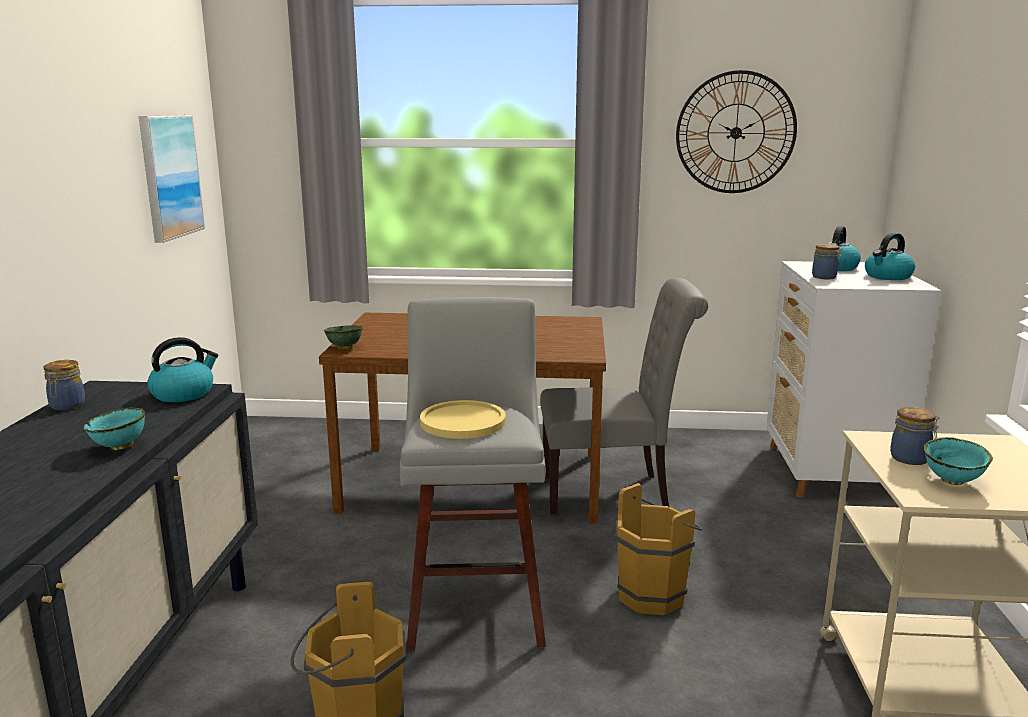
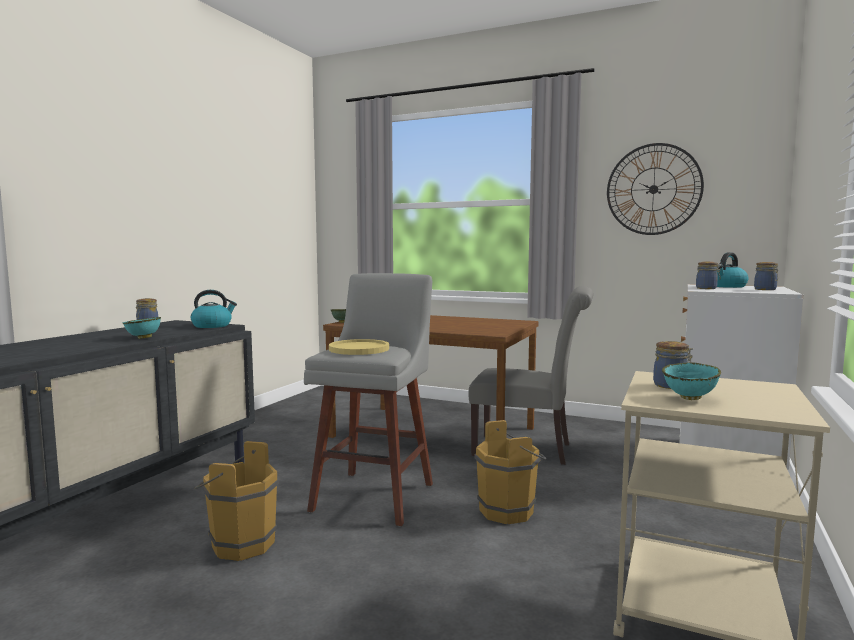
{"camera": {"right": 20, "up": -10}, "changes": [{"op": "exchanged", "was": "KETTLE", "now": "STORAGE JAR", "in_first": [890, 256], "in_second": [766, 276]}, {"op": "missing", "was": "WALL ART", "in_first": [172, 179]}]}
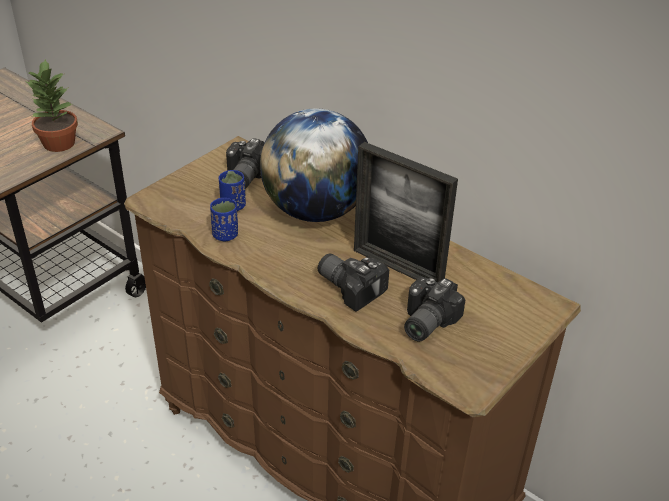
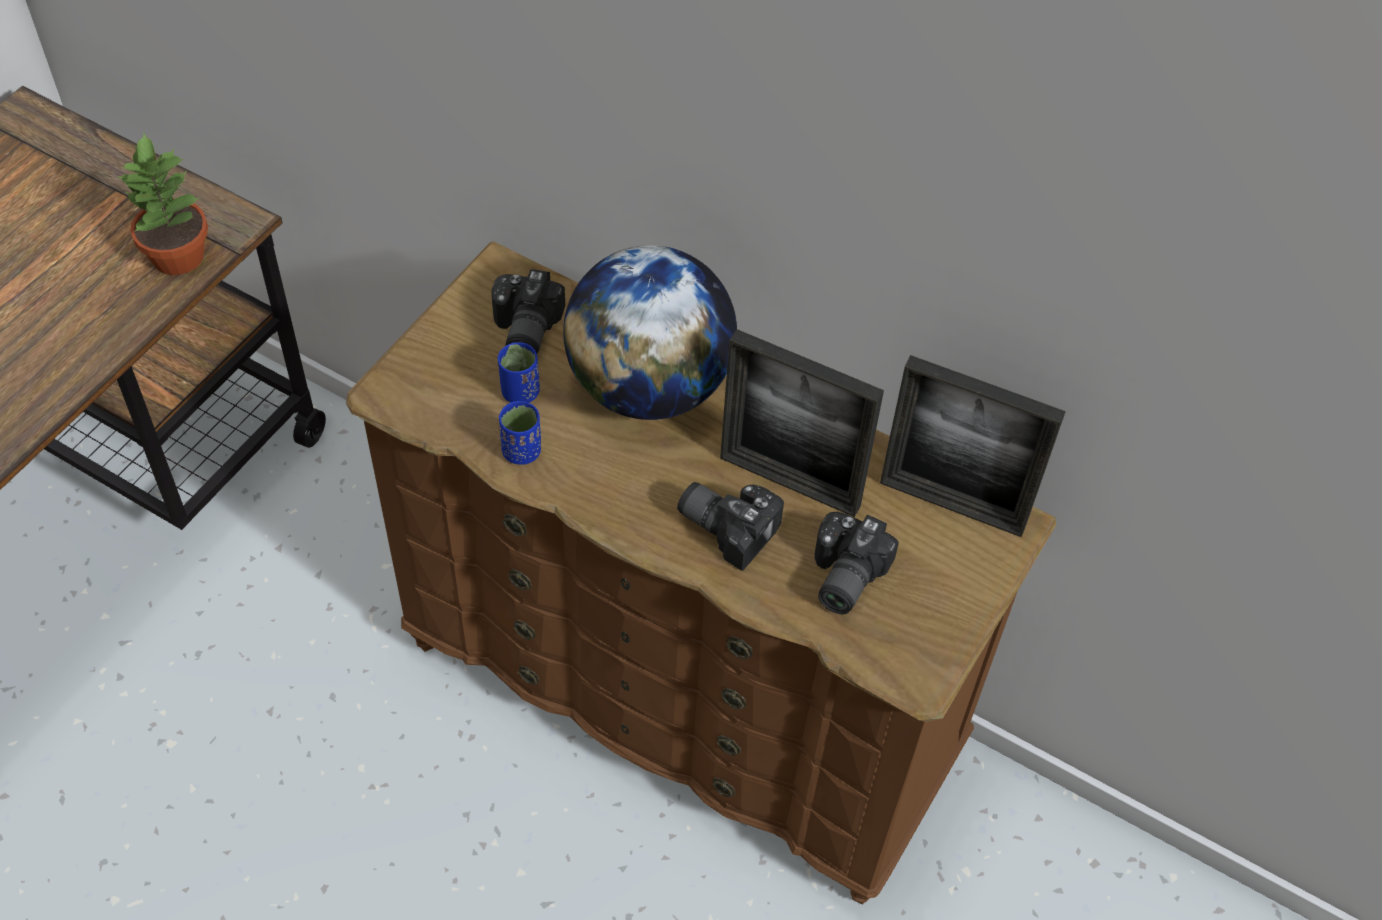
{"camera": {"right": -10, "up": 15}, "changes": [{"op": "appeared", "now": "PICTURE FRAME", "in_second": [973, 446]}]}
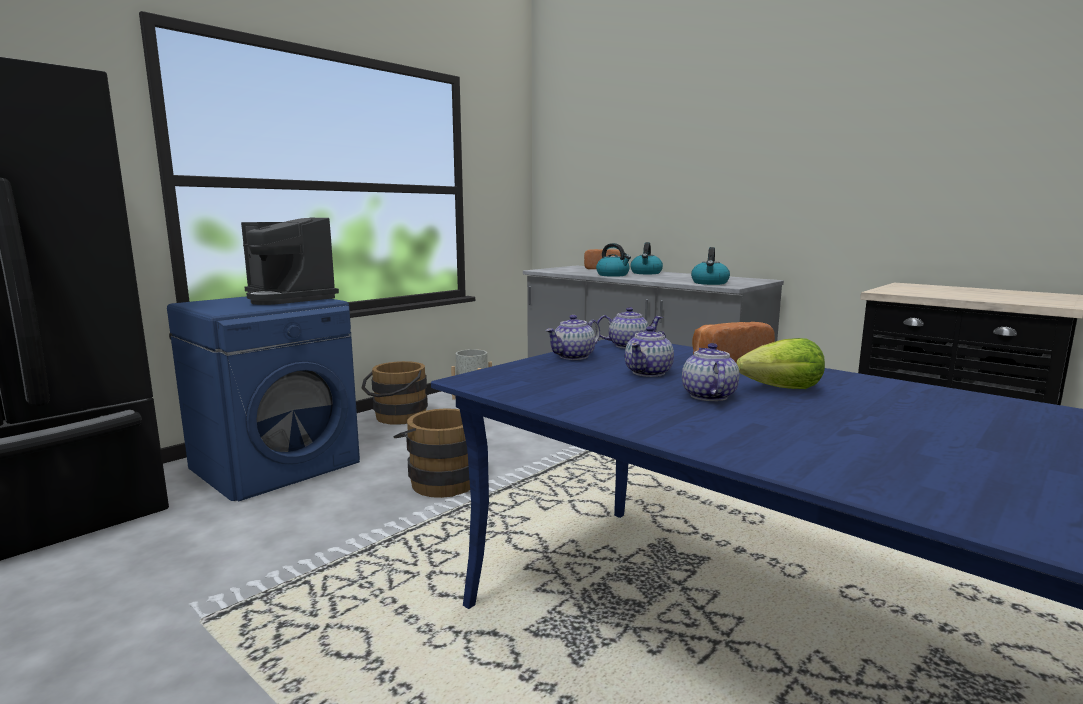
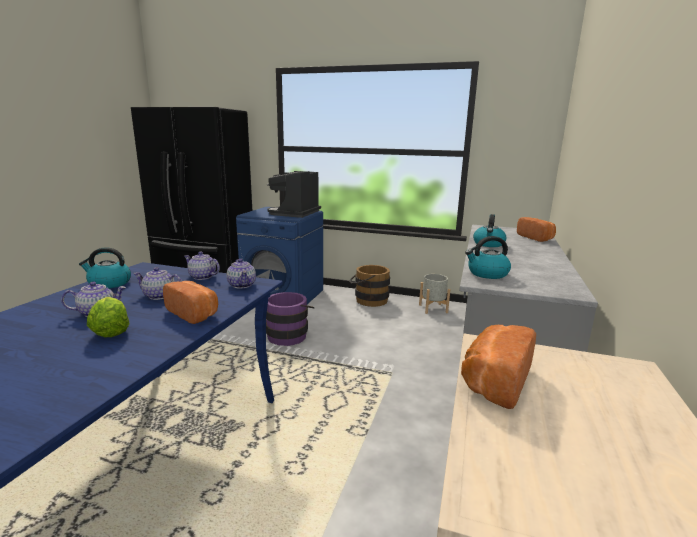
{"camera": {"right": 65, "up": 5}, "changes": [{"op": "relocated", "was": "KETTLE", "in_first": [646, 258], "in_second": [105, 267]}, {"op": "colour", "was": "BROWN BUCKET", "now": "PURPLISH BUCKET", "in_first": [431, 453], "in_second": [290, 319]}, {"op": "appeared", "now": "BAKED BREAD", "in_second": [498, 367]}]}
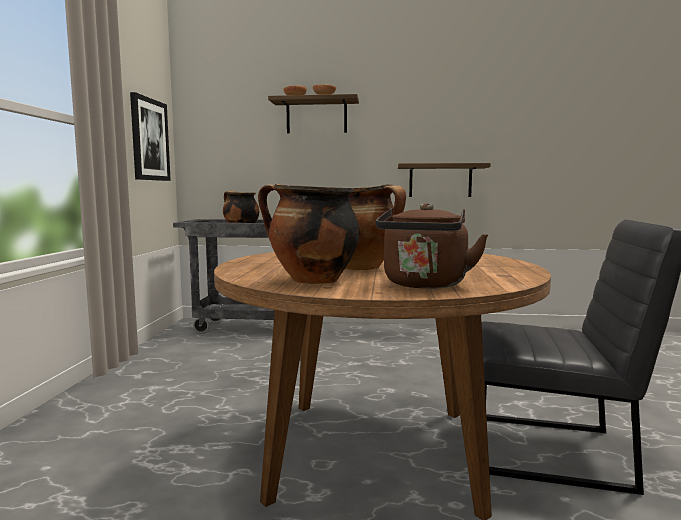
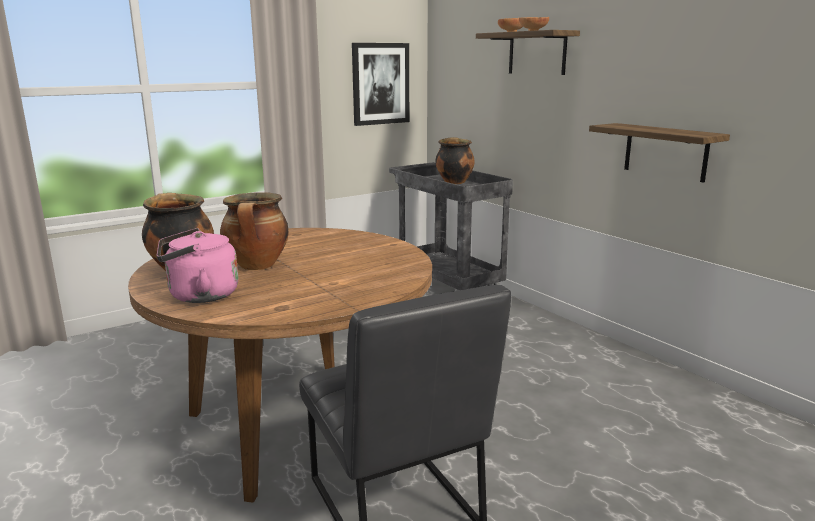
{"camera": {"right": 50, "up": 10}, "changes": [{"op": "colour", "was": "BROWN KETTLE", "now": "PINKISH KETTLE", "in_first": [432, 246], "in_second": [197, 265]}]}
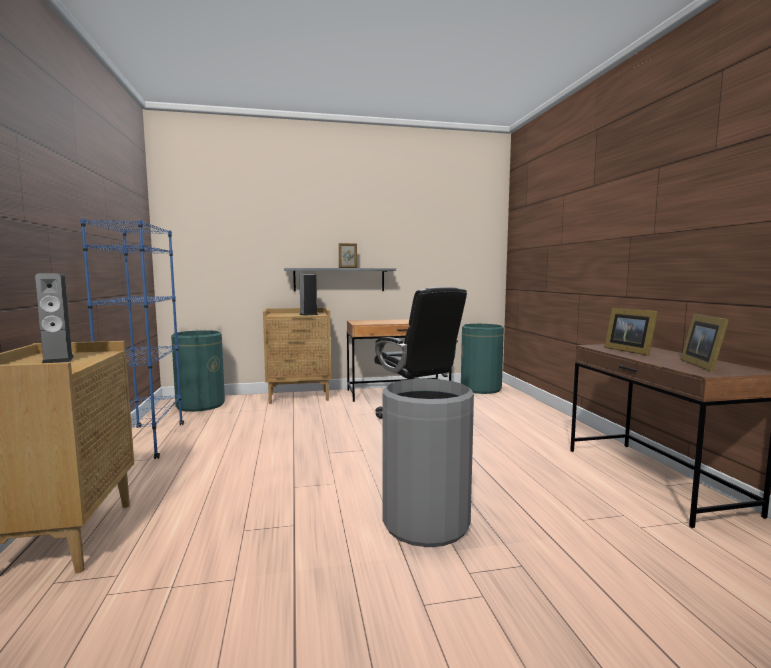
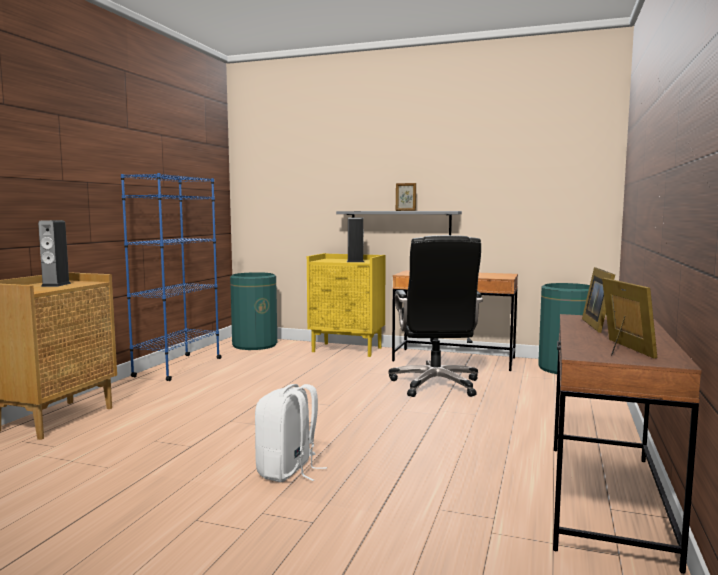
{"camera": {"right": 30, "up": 0}, "changes": [{"op": "exchanged", "was": "GREY WASTE BIN", "now": "WHITE-COLOURED RUCKSACK", "in_first": [428, 463], "in_second": [291, 433]}, {"op": "colour", "was": "BROWN CUPBOARD", "now": "YELLOWISH CUPBOARD", "in_first": [297, 355], "in_second": [346, 305]}, {"op": "spun", "was": "PICTURE FRAME", "in_first": [705, 342], "in_second": [629, 318], "clockwise": 135}]}
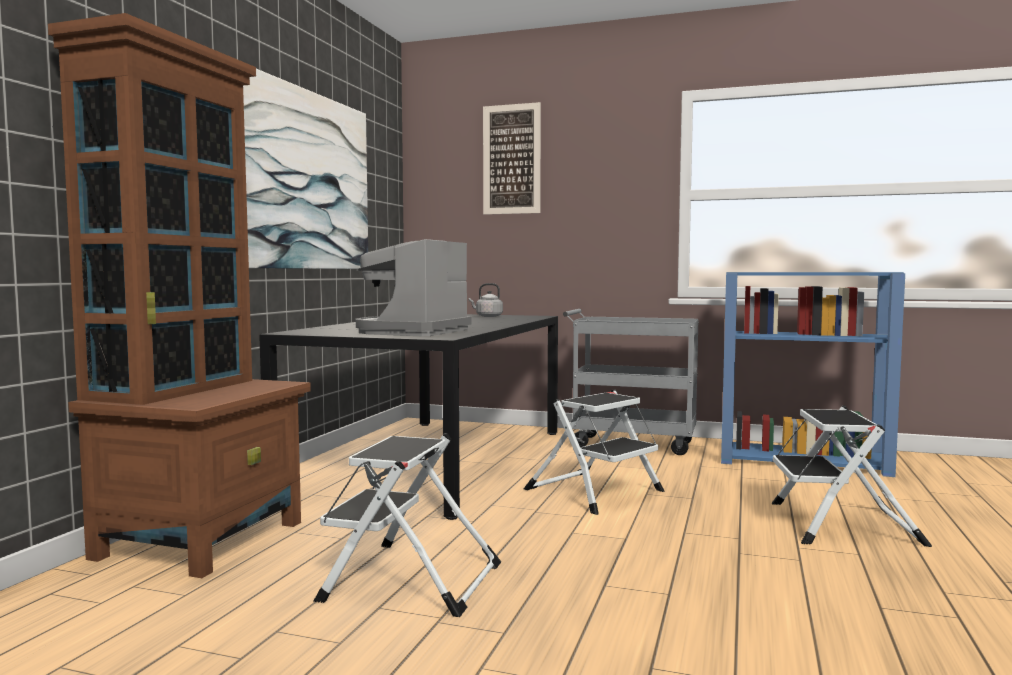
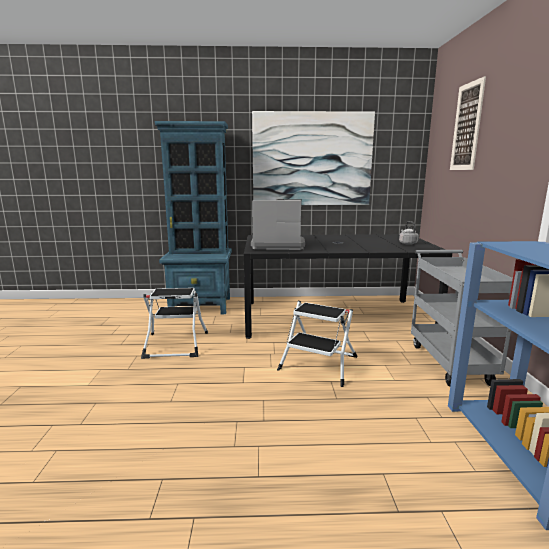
{"camera": {"right": 70, "up": 10}, "changes": [{"op": "colour", "was": "BROWN CUPBOARD", "now": "BLUE CUPBOARD", "in_first": [179, 295], "in_second": [193, 217]}, {"op": "missing", "was": "STEPLADDER", "in_first": [852, 476]}]}
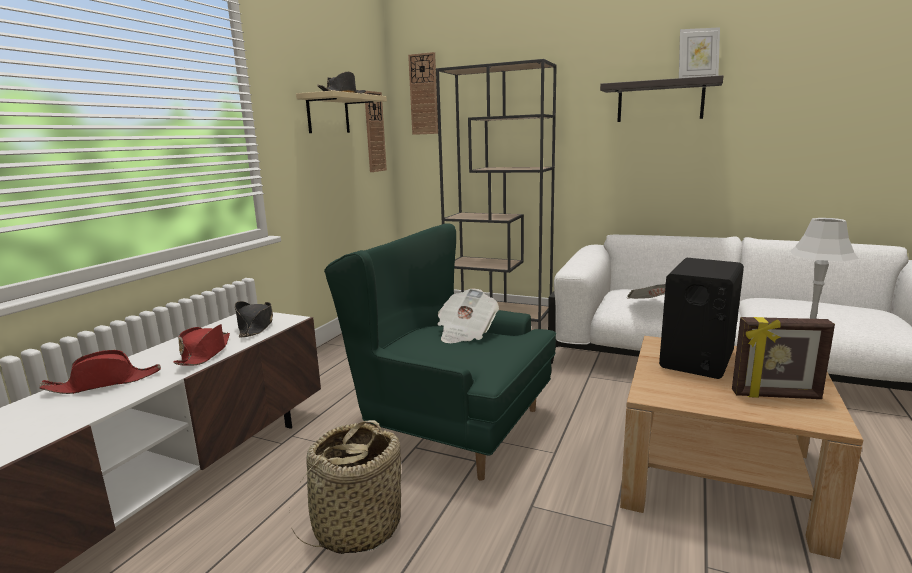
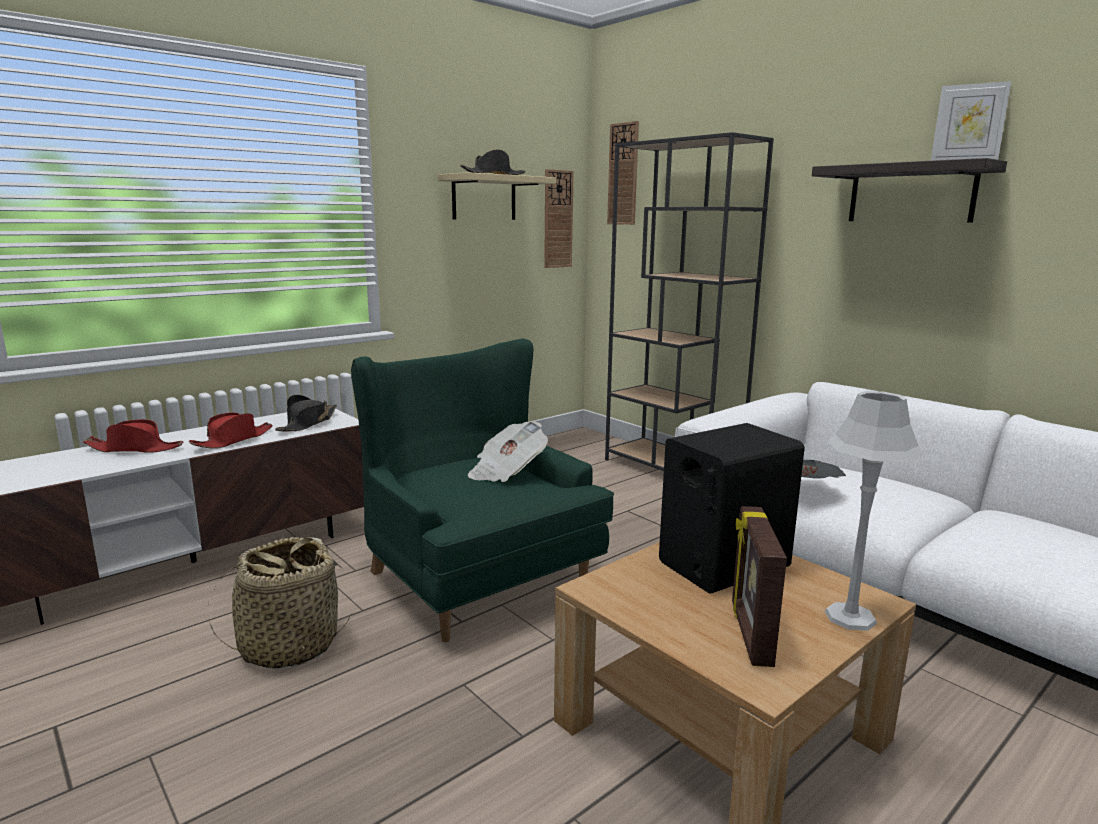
{"camera": {"right": 25, "up": 0}, "changes": [{"op": "spun", "was": "PICTURE FRAME", "in_first": [783, 358], "in_second": [759, 586], "clockwise": 60}]}
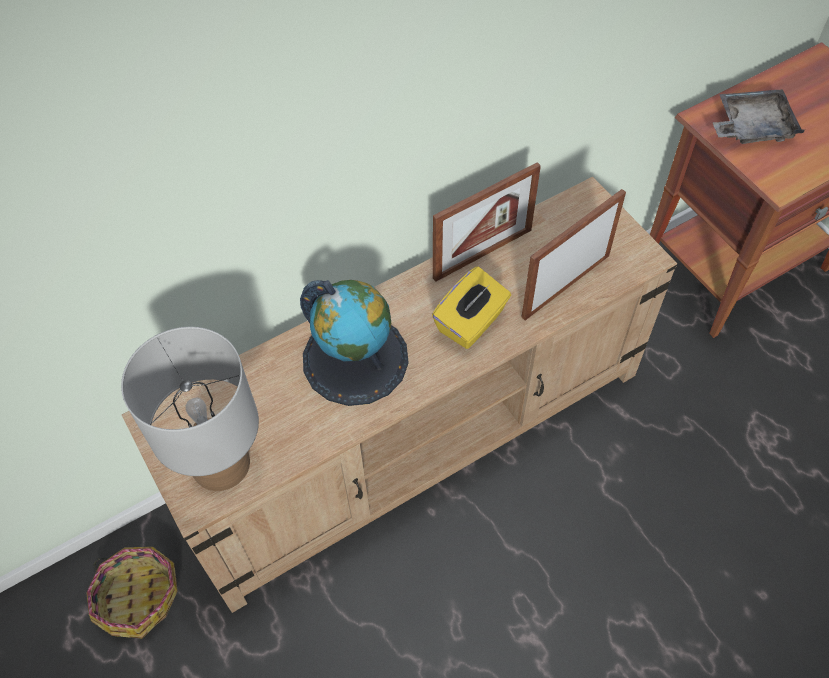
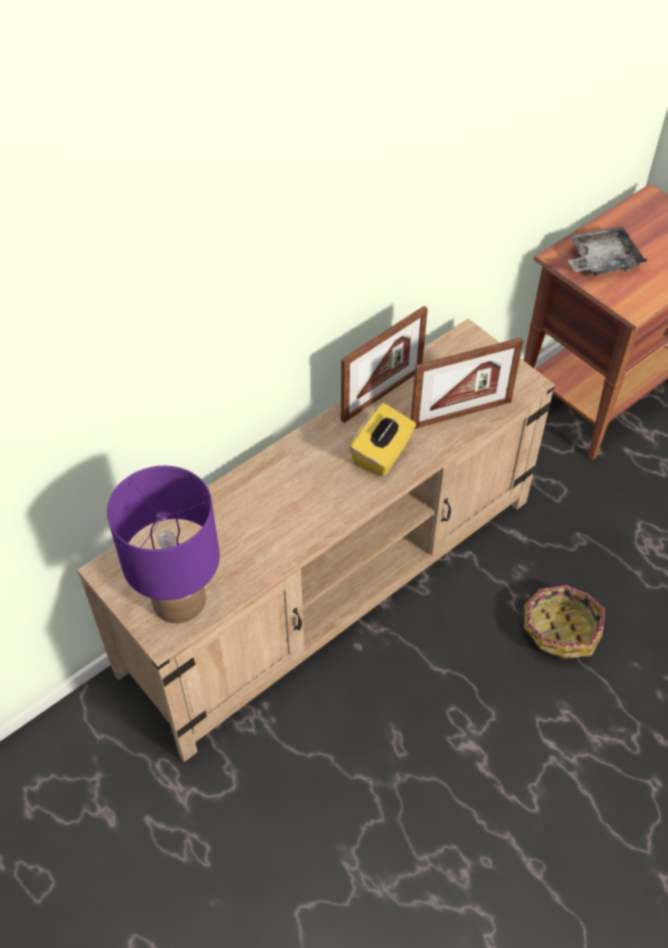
{"camera": {"right": -10, "up": -5}, "changes": [{"op": "colour", "was": "GREY TABLETOP LAMP", "now": "PURPLISH TABLETOP LAMP", "in_first": [190, 409], "in_second": [163, 544]}, {"op": "spun", "was": "PICTURE FRAME", "in_first": [574, 254], "in_second": [467, 383], "clockwise": -150}, {"op": "relocated", "was": "STORAGE BASKET", "in_first": [132, 593], "in_second": [560, 622]}, {"op": "missing", "was": "DESK GLOBE", "in_first": [354, 343]}]}
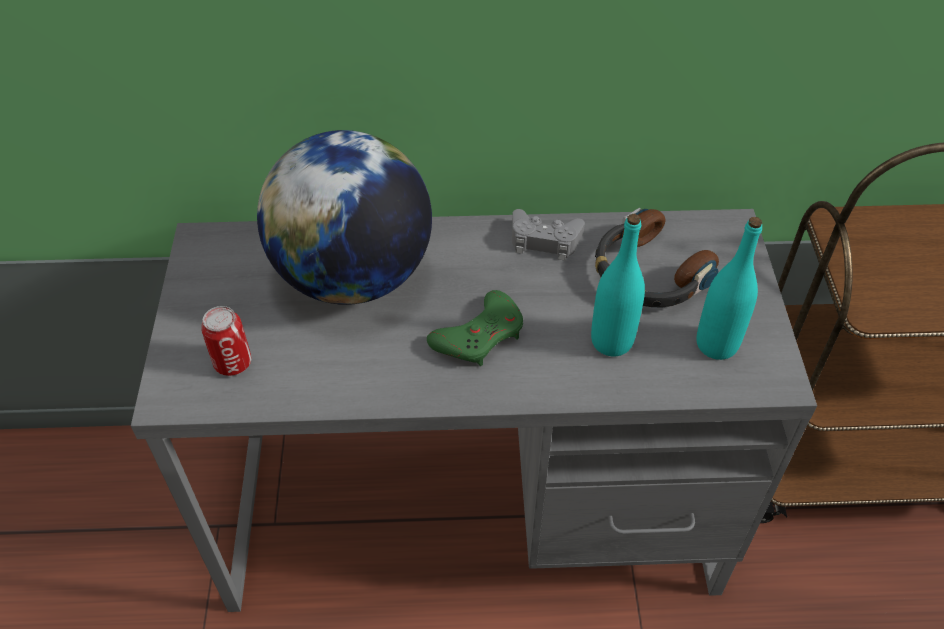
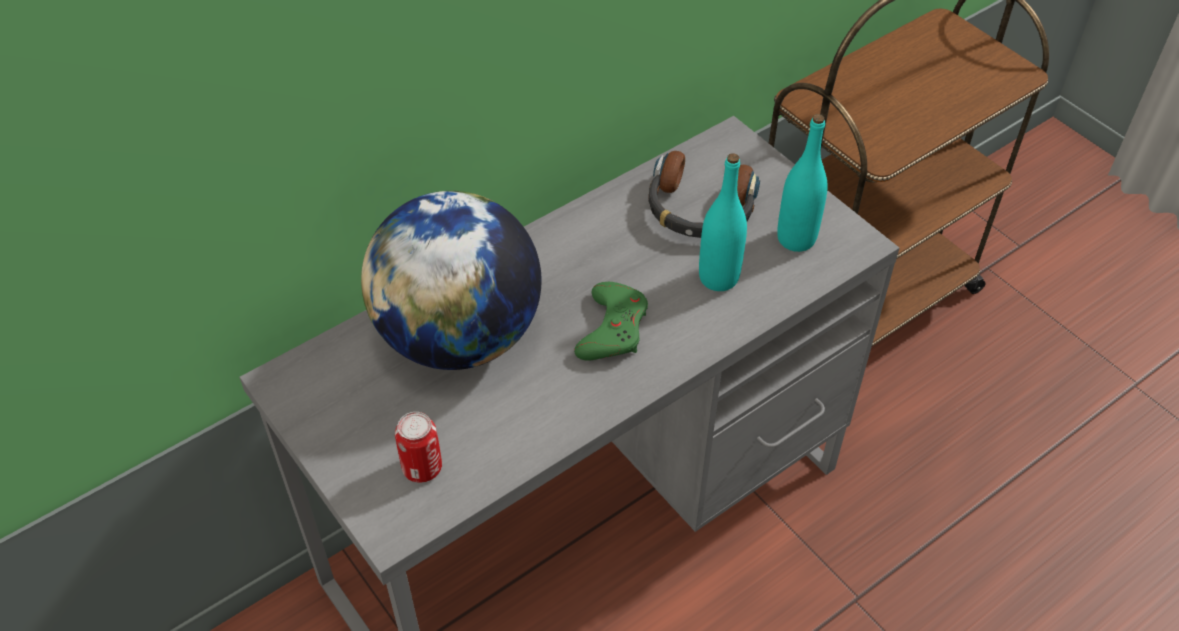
{"camera": {"right": -35, "up": 0}, "changes": [{"op": "missing", "was": "GREY GAMEPAD", "in_first": [548, 235]}]}
